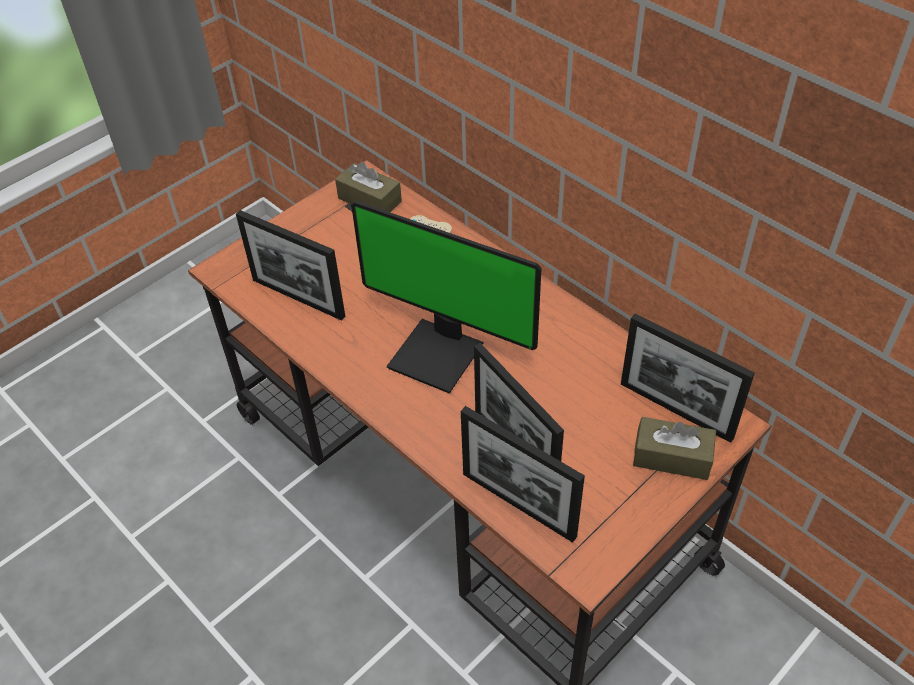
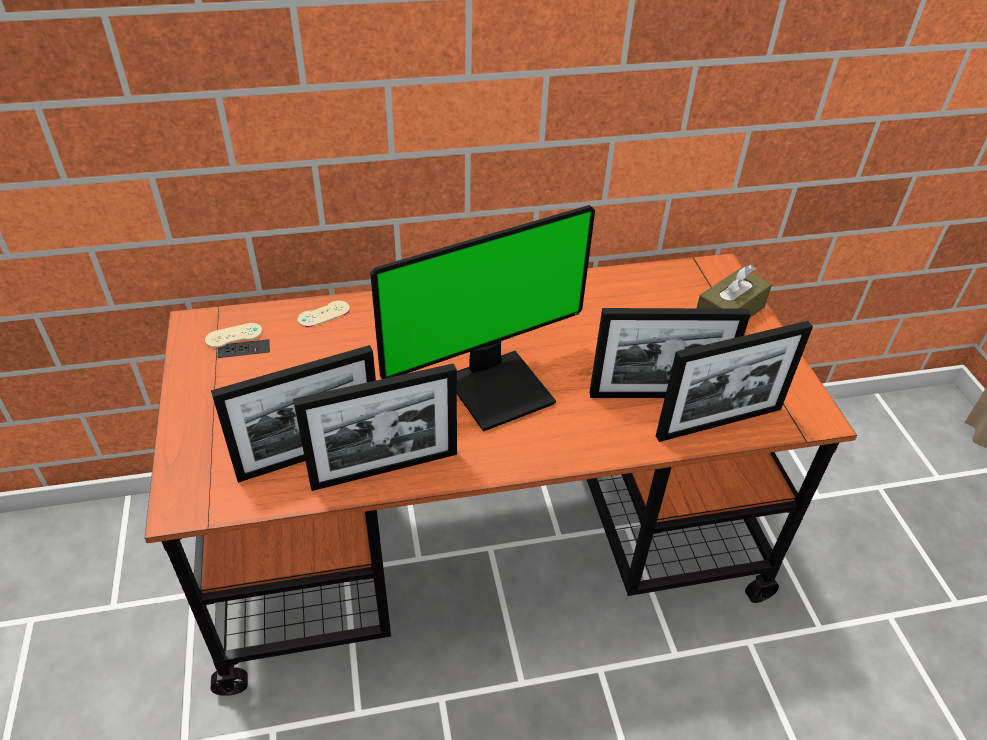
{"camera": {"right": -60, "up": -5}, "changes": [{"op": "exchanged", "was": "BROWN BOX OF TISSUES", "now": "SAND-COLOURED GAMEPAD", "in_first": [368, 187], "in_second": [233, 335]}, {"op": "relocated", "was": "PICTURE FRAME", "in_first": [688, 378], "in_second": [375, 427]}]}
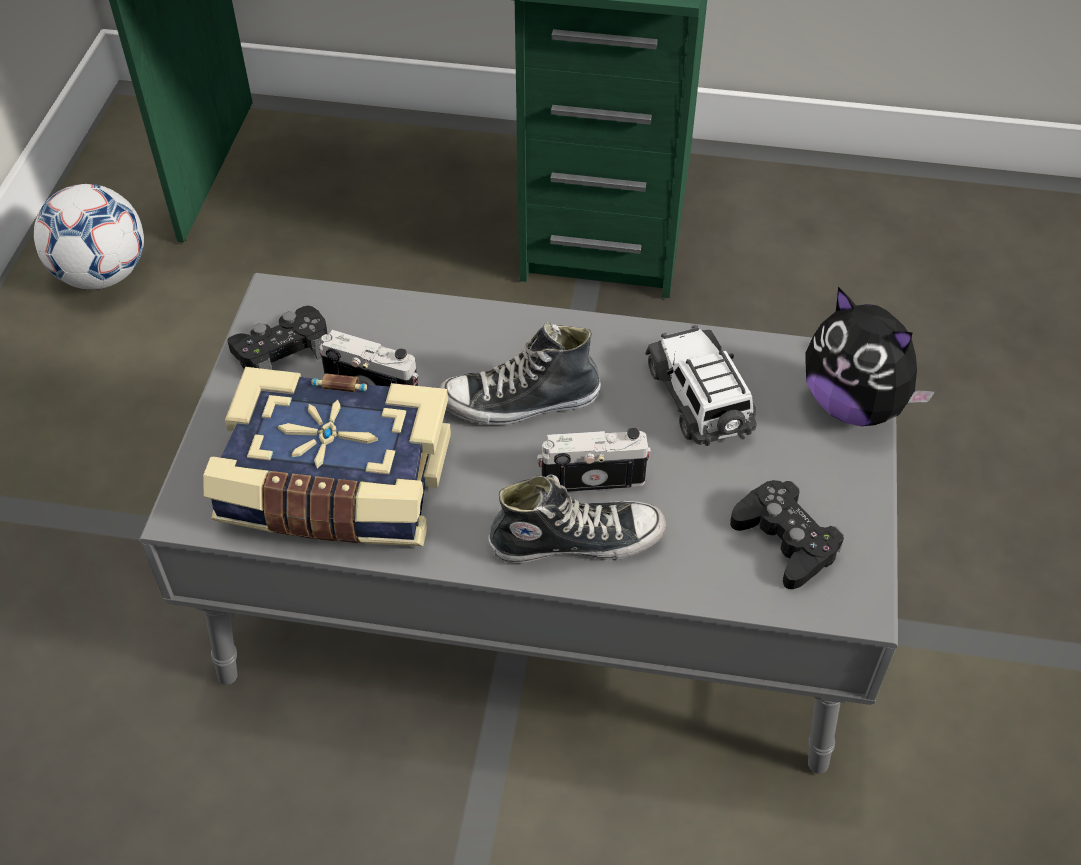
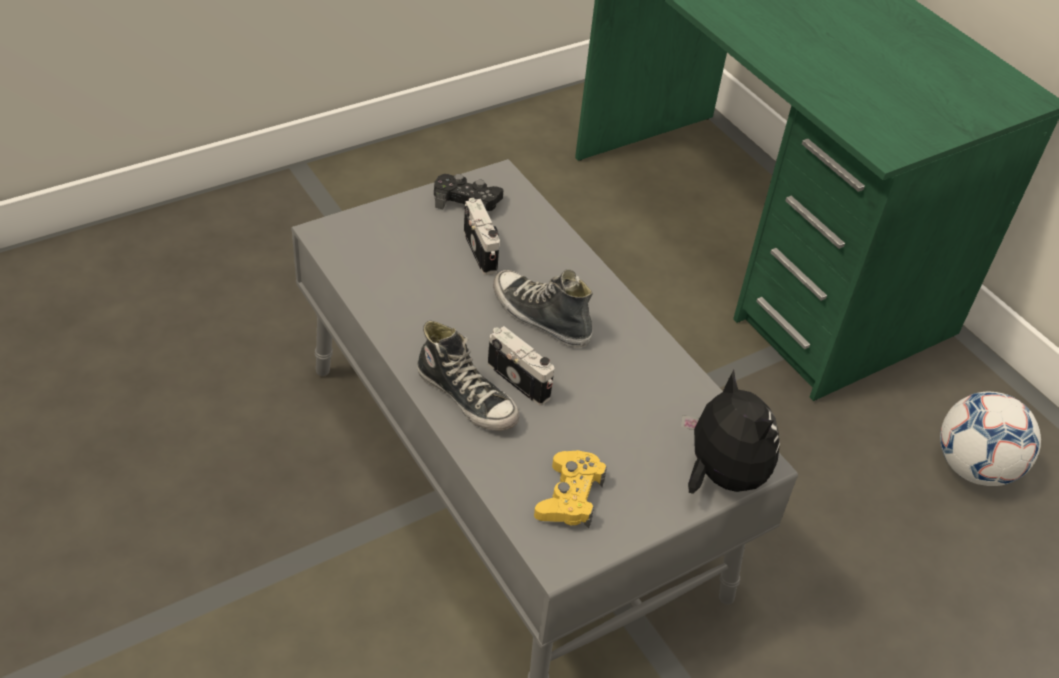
{"camera": {"right": 45, "up": -5}, "changes": [{"op": "colour", "was": "BLACKISH GAMEPAD", "now": "YELLOWISH GAMEPAD", "in_first": [787, 534], "in_second": [570, 489]}, {"op": "spun", "was": "CUDDLY TOY", "in_first": [870, 356], "in_second": [730, 432], "clockwise": 150}, {"op": "relocated", "was": "FOOTBALL BALL", "in_first": [89, 237], "in_second": [990, 439]}, {"op": "missing", "was": "BOOK", "in_first": [327, 456]}, {"op": "missing", "was": "MINIATURE CAR", "in_first": [701, 385]}]}
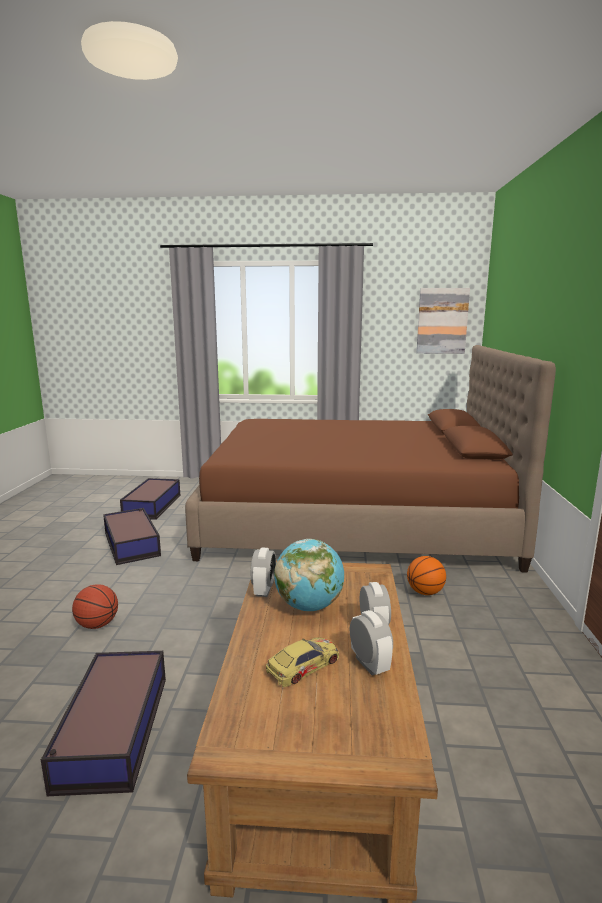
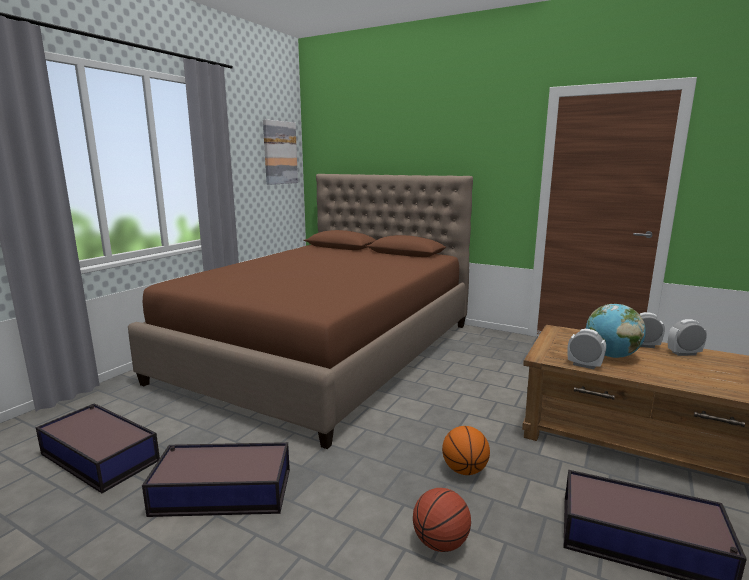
{"camera": {"right": -65, "up": 0}, "changes": [{"op": "relocated", "was": "BASKETBALL", "in_first": [426, 575], "in_second": [466, 450]}, {"op": "missing", "was": "MINIATURE CAR", "in_first": [302, 662]}]}
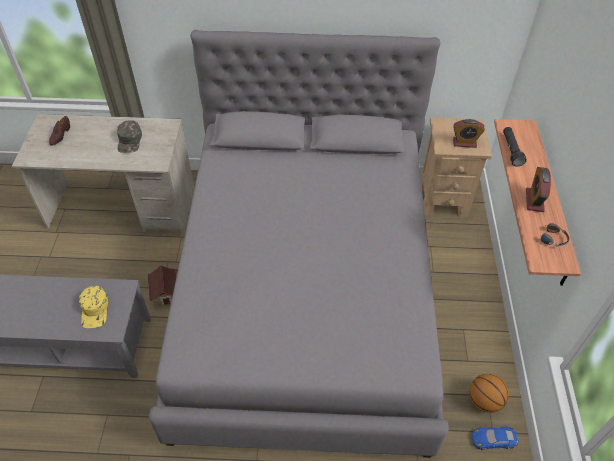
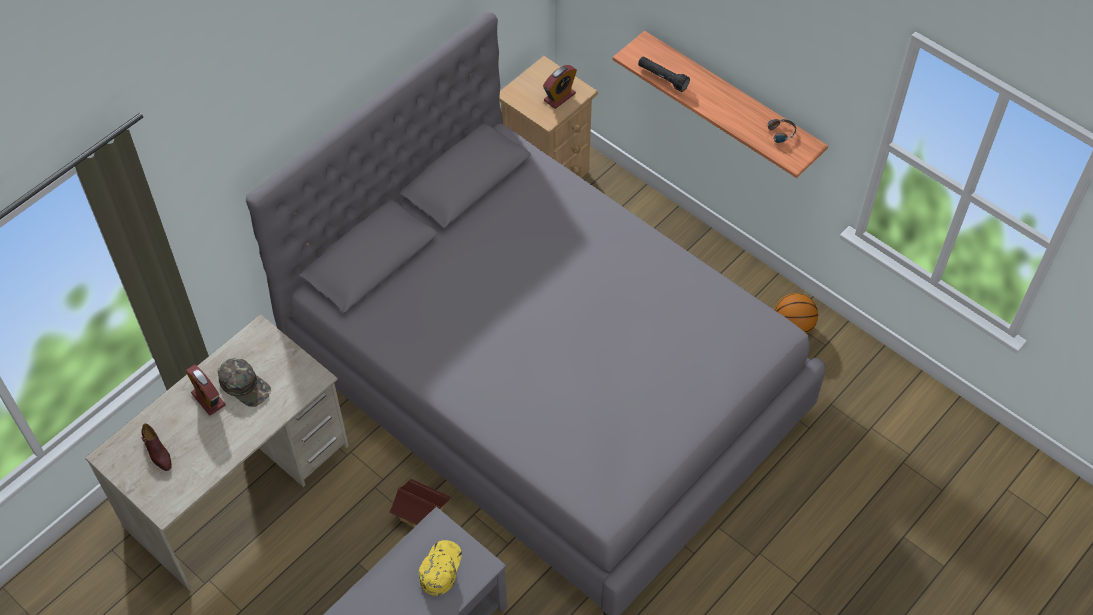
{"camera": {"right": -50, "up": 5}, "changes": [{"op": "relocated", "was": "TABLE CLOCK", "in_first": [538, 189], "in_second": [206, 390]}, {"op": "spun", "was": "YELLOWISH PEAKED CAP", "in_first": [94, 307], "in_second": [440, 568], "clockwise": -105}, {"op": "missing", "was": "BLUE MINIATURE CAR", "in_first": [495, 438]}]}
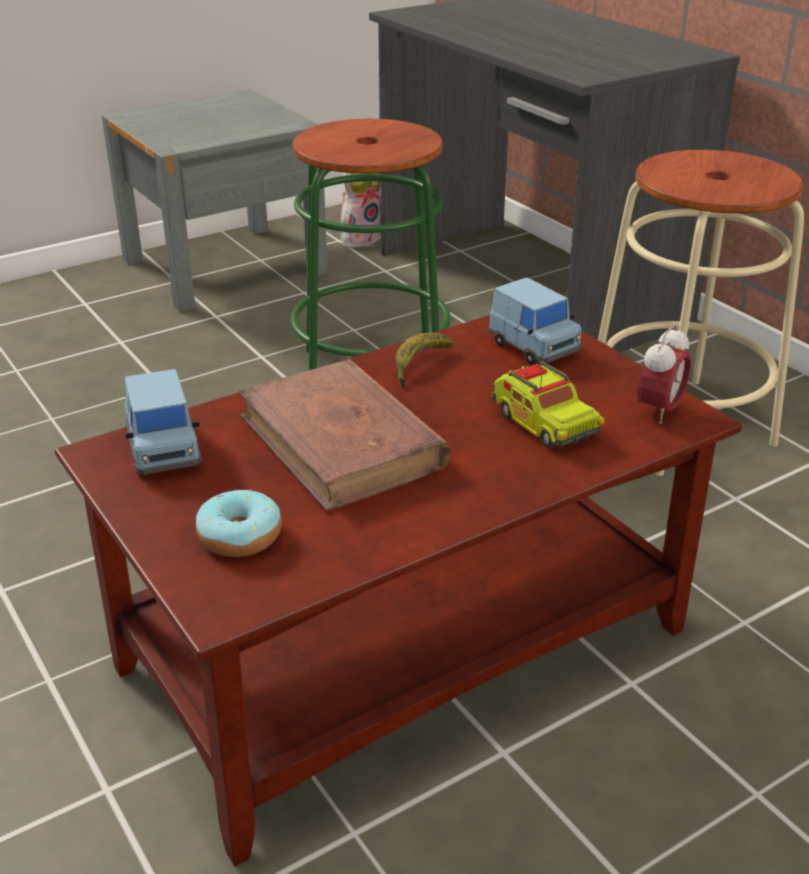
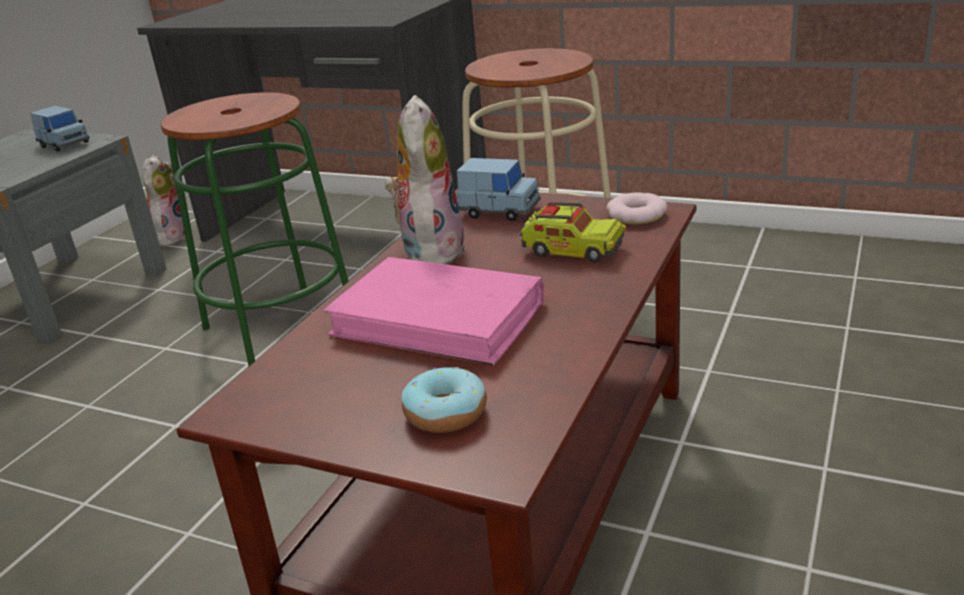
{"camera": {"right": -30, "up": -5}, "changes": [{"op": "relocated", "was": "BLUE MINIATURE CAR", "in_first": [162, 422], "in_second": [60, 129]}, {"op": "colour", "was": "BROWN BOOK", "now": "PINKISH BOOK", "in_first": [344, 435], "in_second": [434, 311]}, {"op": "exchanged", "was": "BANANA FRUIT", "now": "CUDDLY TOY", "in_first": [424, 360], "in_second": [425, 180]}, {"op": "exchanged", "was": "TABLE CLOCK", "now": "DONUT", "in_first": [664, 374], "in_second": [636, 208]}]}
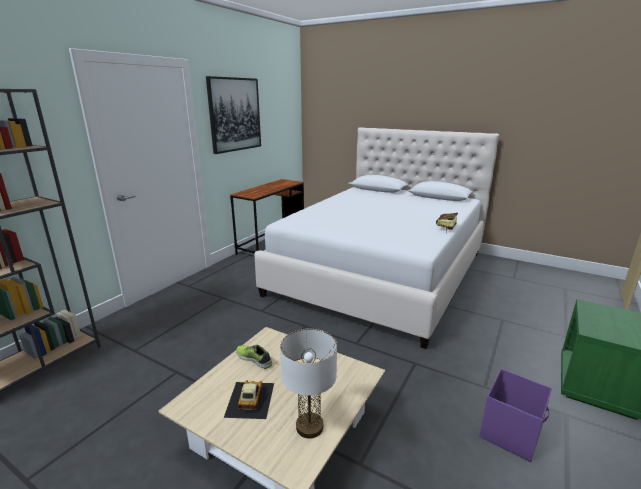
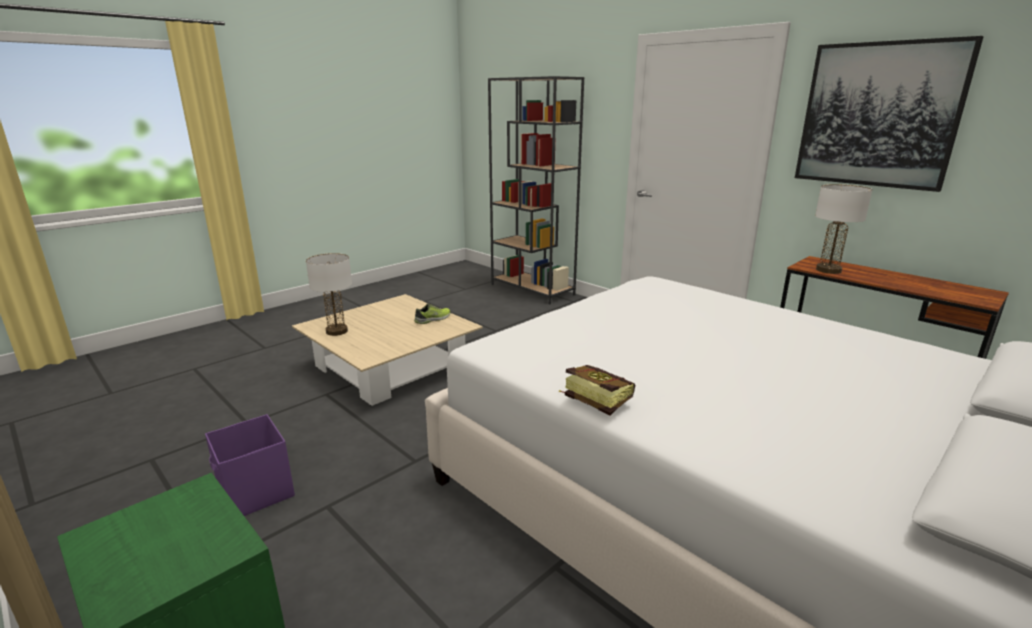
{"camera": {"right": 105, "up": 0}, "changes": [{"op": "appeared", "now": "TABLETOP LAMP", "in_second": [844, 229]}, {"op": "missing", "was": "MINIATURE CAR", "in_first": [249, 400]}]}
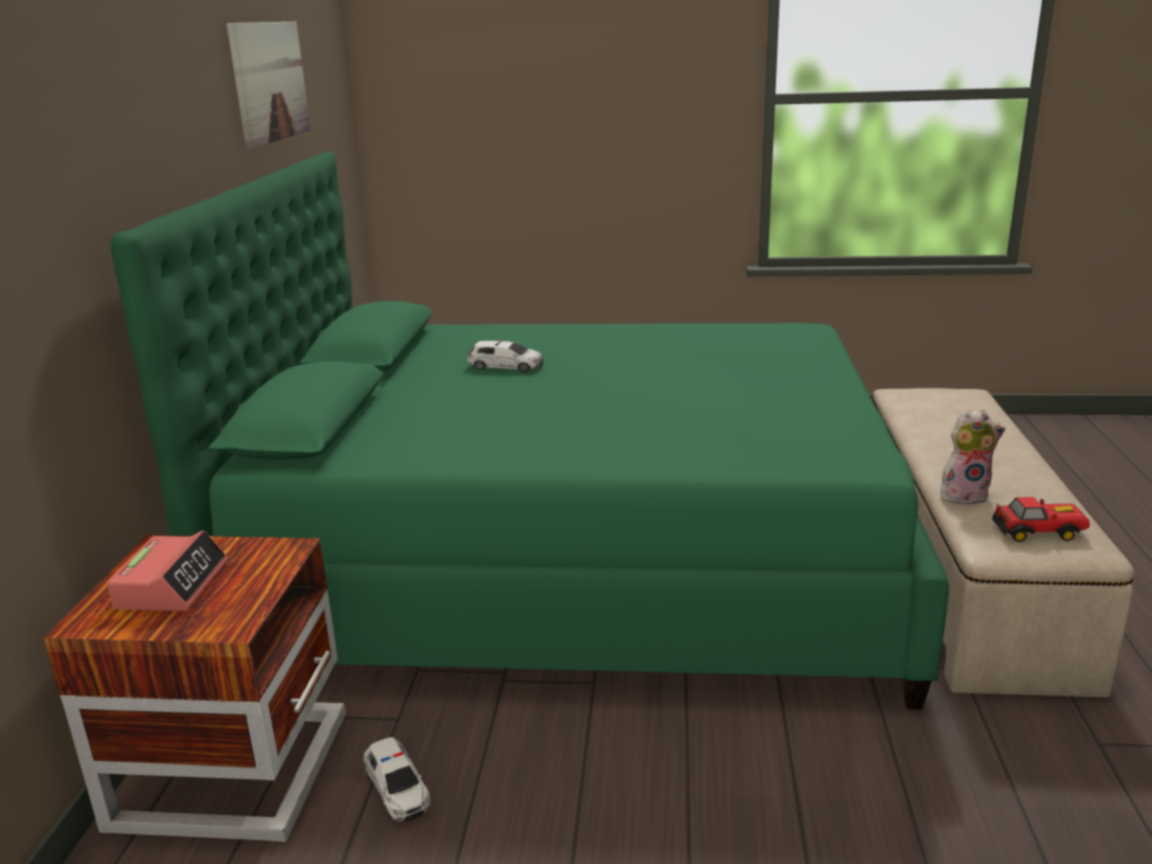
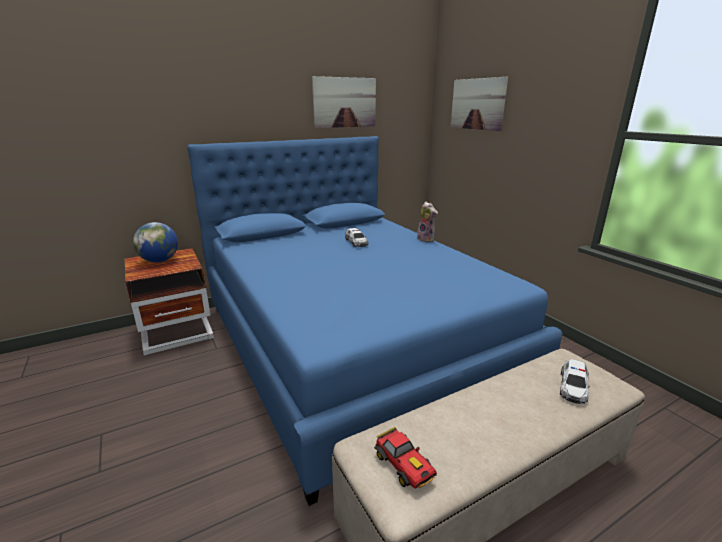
{"camera": {"right": 55, "up": 0}, "changes": [{"op": "exchanged", "was": "TABLE CLOCK", "now": "DESK GLOBE", "in_first": [167, 571], "in_second": [155, 242]}, {"op": "colour", "was": "GREEN-COLOURED BEDROOM BED", "now": "BLUE BEDROOM BED", "in_first": [529, 430], "in_second": [375, 321]}, {"op": "relocated", "was": "CUDDLY TOY", "in_first": [972, 457], "in_second": [427, 222]}, {"op": "appeared", "now": "WALL ART", "in_second": [479, 104]}, {"op": "relocated", "was": "MINIATURE CAR", "in_first": [397, 779], "in_second": [575, 381]}]}
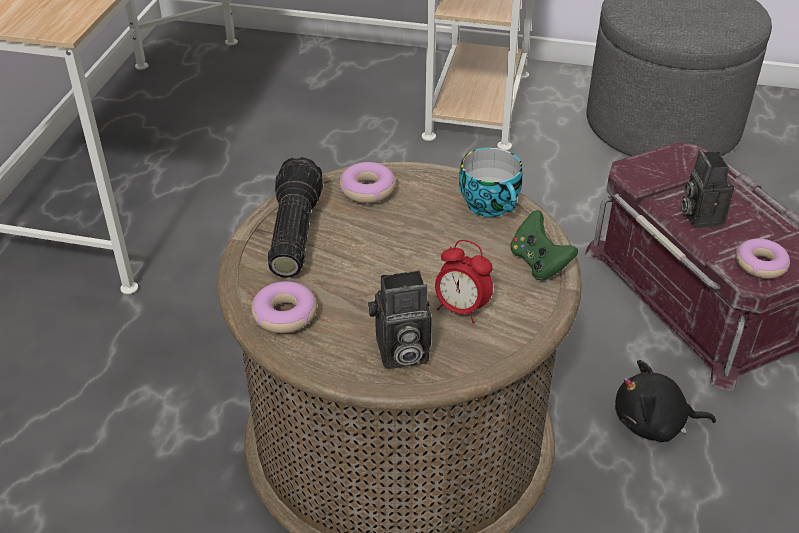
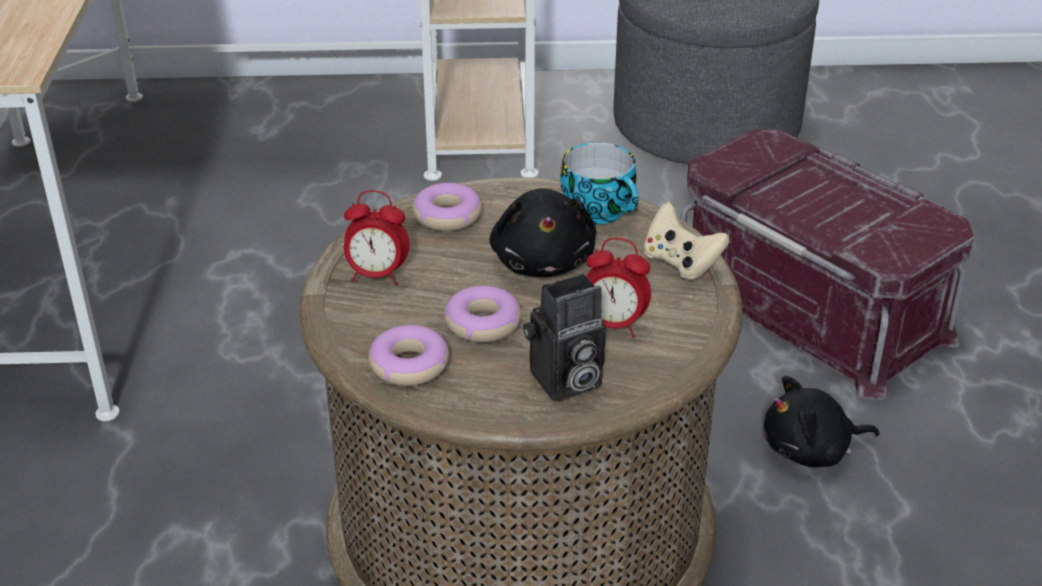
{"camera": {"right": -15, "up": -5}, "changes": [{"op": "exchanged", "was": "HAND TORCH", "now": "TABLE CLOCK", "in_first": [295, 217], "in_second": [376, 237]}, {"op": "relocated", "was": "DONUT", "in_first": [763, 258], "in_second": [482, 314]}, {"op": "appeared", "now": "BLACKISH CUDDLY TOY", "in_second": [542, 232]}, {"op": "colour", "was": "GREEN-COLOURED GAMEPAD", "now": "SAND-COLOURED GAMEPAD", "in_first": [544, 245], "in_second": [687, 241]}, {"op": "missing", "was": "STILL CAMERA", "in_first": [707, 189]}]}
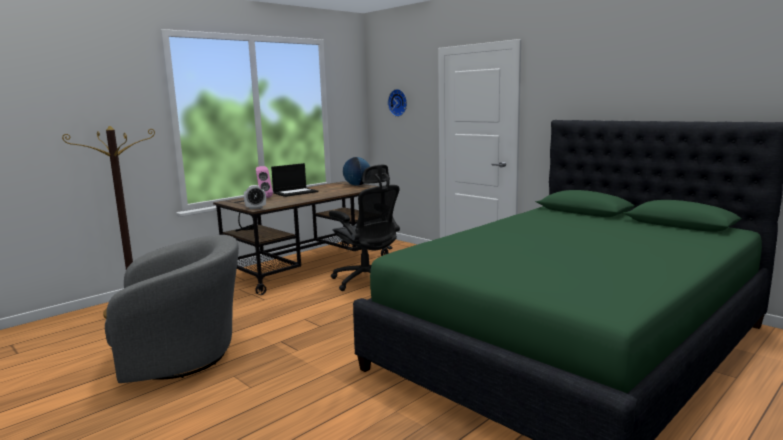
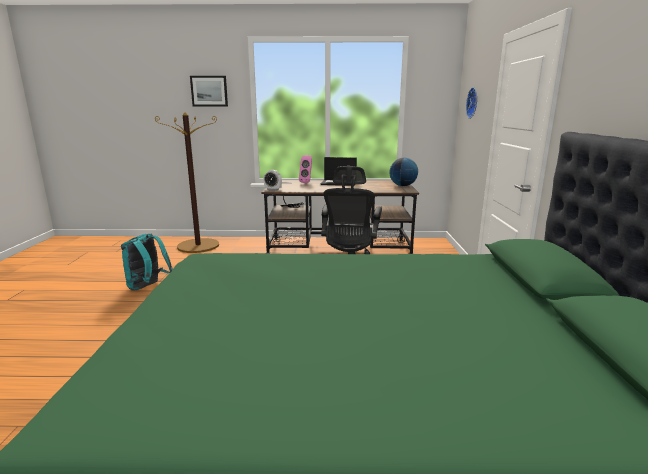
{"camera": {"right": 45, "up": 5}, "changes": [{"op": "exchanged", "was": "GREY ARMCHAIR", "now": "BLUE-GREEN RUCKSACK", "in_first": [172, 309], "in_second": [147, 262]}, {"op": "appeared", "now": "WALL ART", "in_second": [209, 91]}]}
